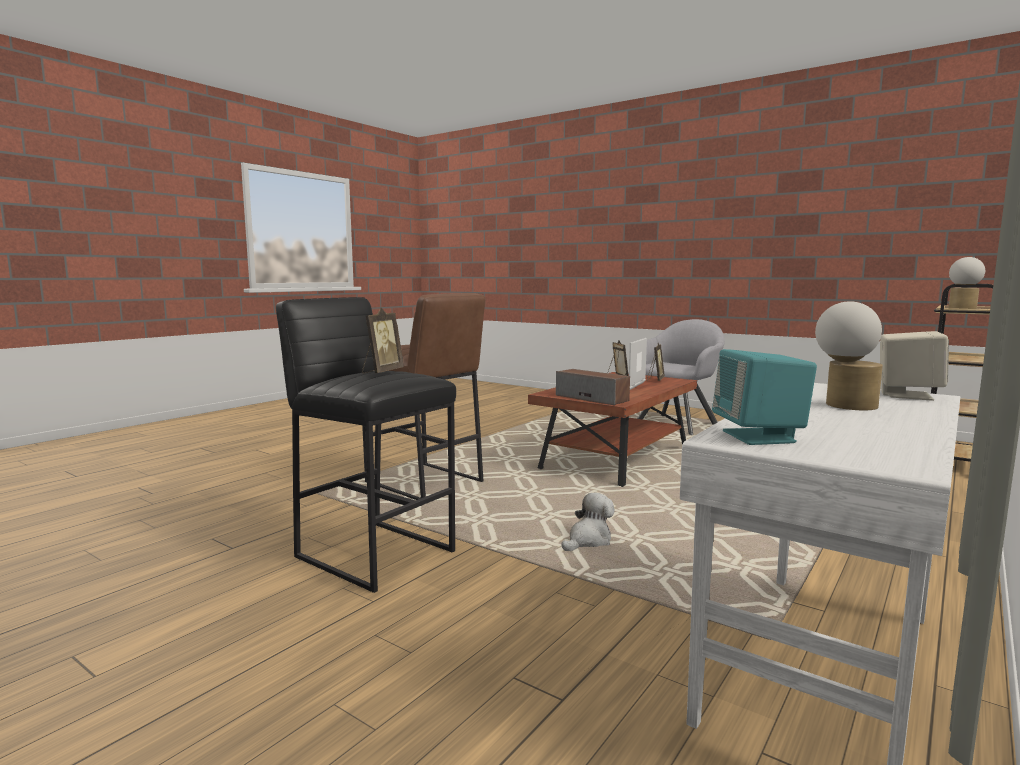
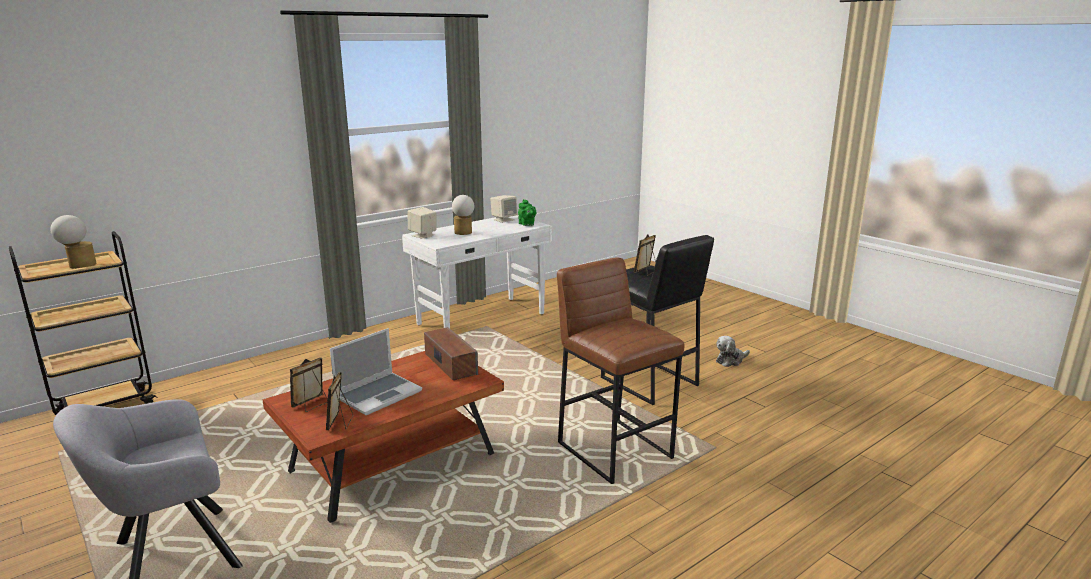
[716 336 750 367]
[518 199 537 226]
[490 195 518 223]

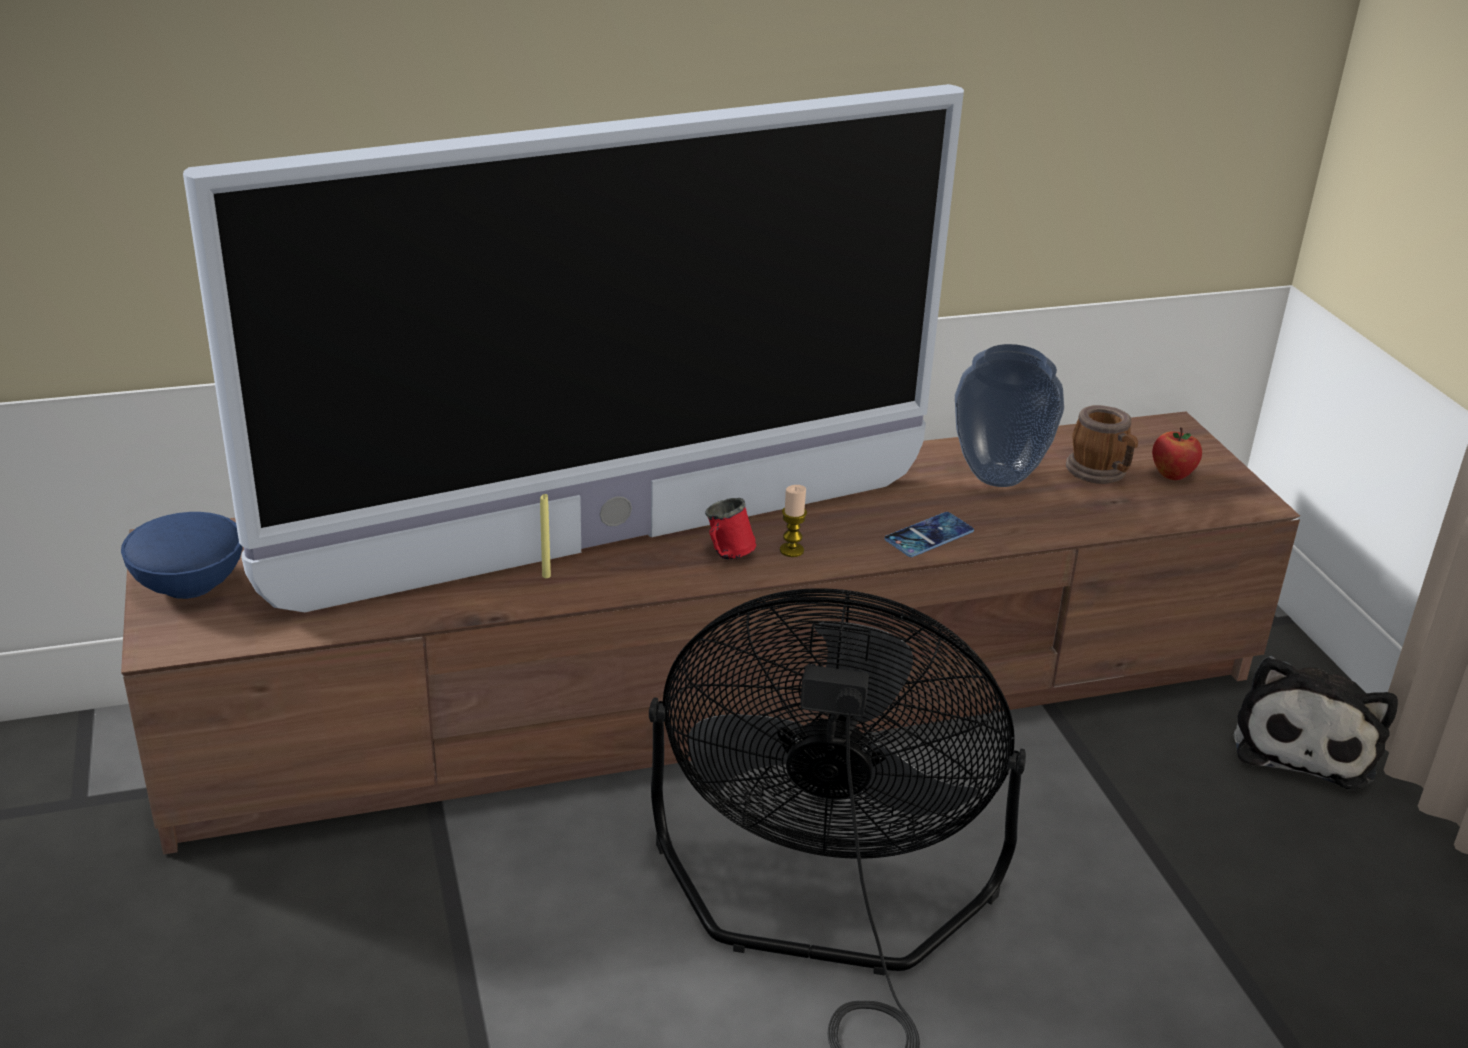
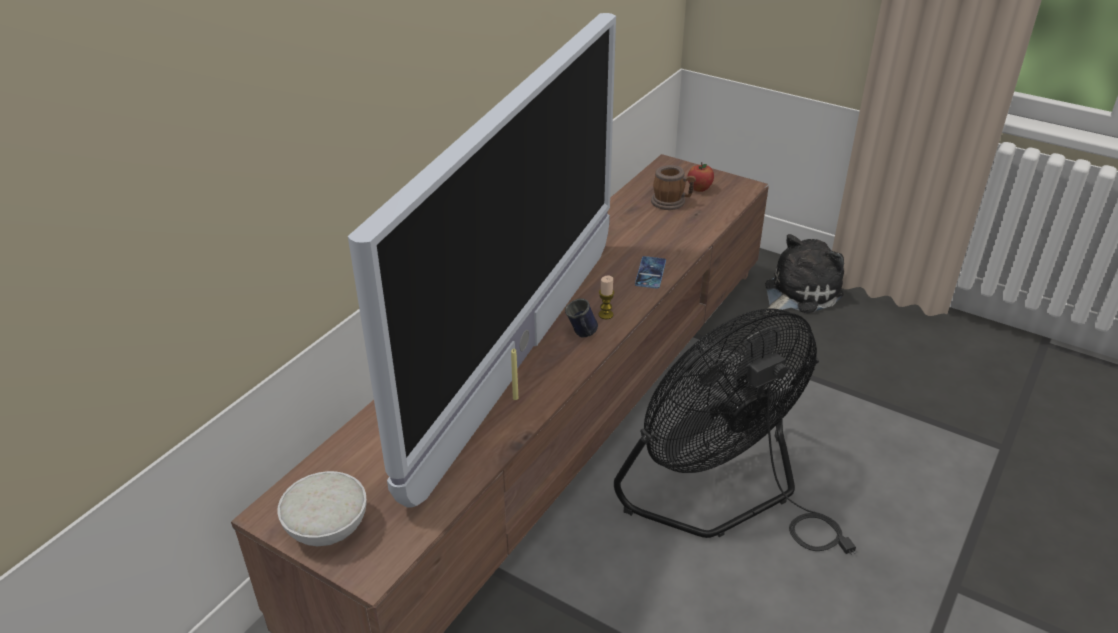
[277 471 367 546]
[565 298 598 337]
[955 344 1064 487] (first image)
[765 234 844 313]

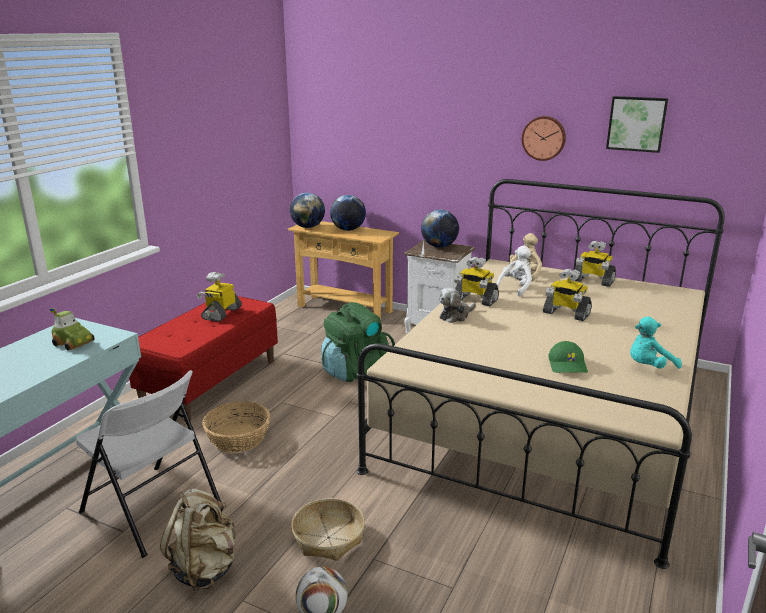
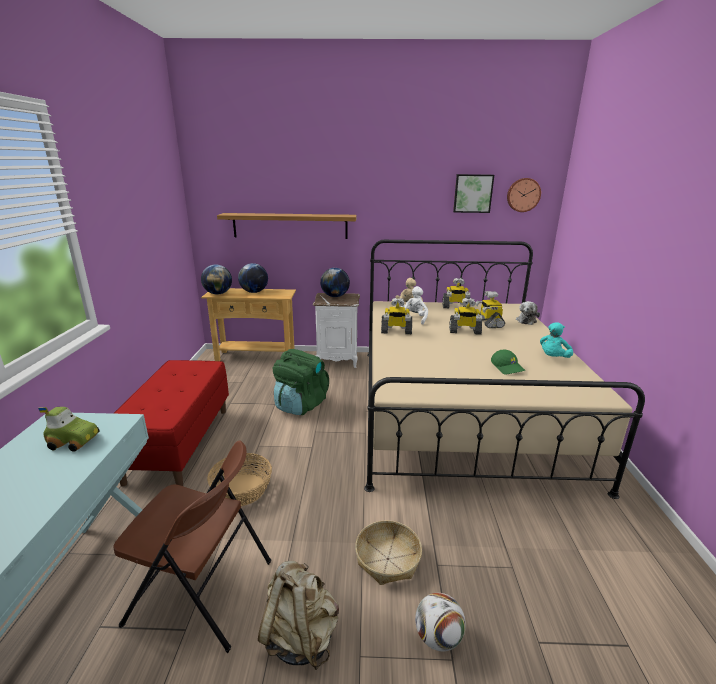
[113 441 271 653]
[476 291 505 328]
[516 301 540 325]
[507 178 541 212]
[217 213 357 239]

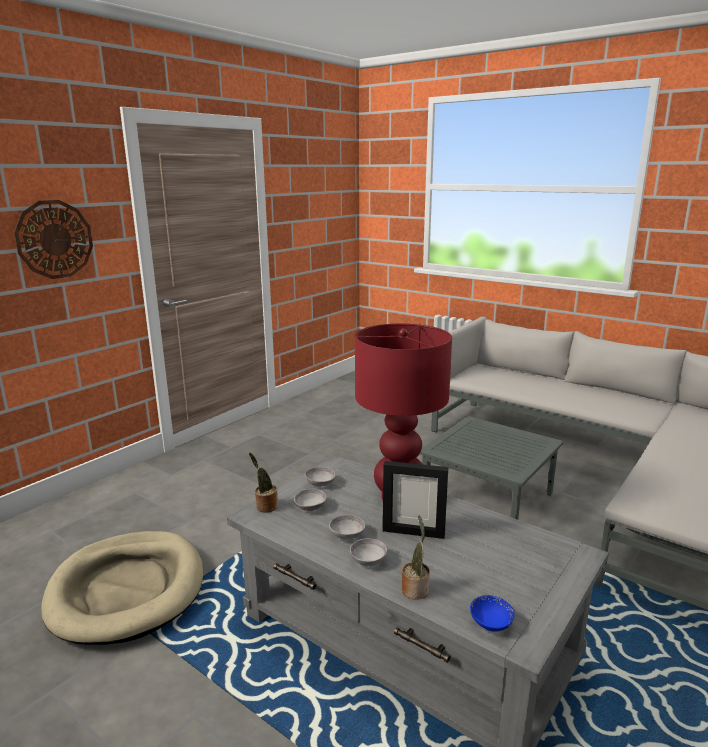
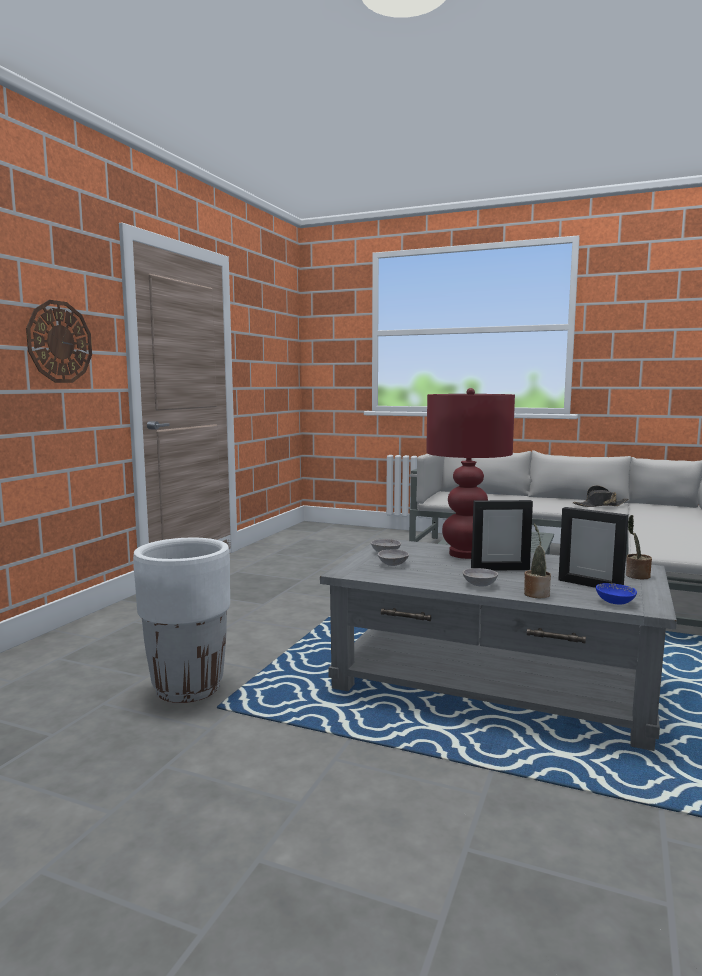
[133 538 230 703]
[626 515 652 580]
[329 515 366 540] (first image)
[558 507 629 588]
[573 485 628 507]

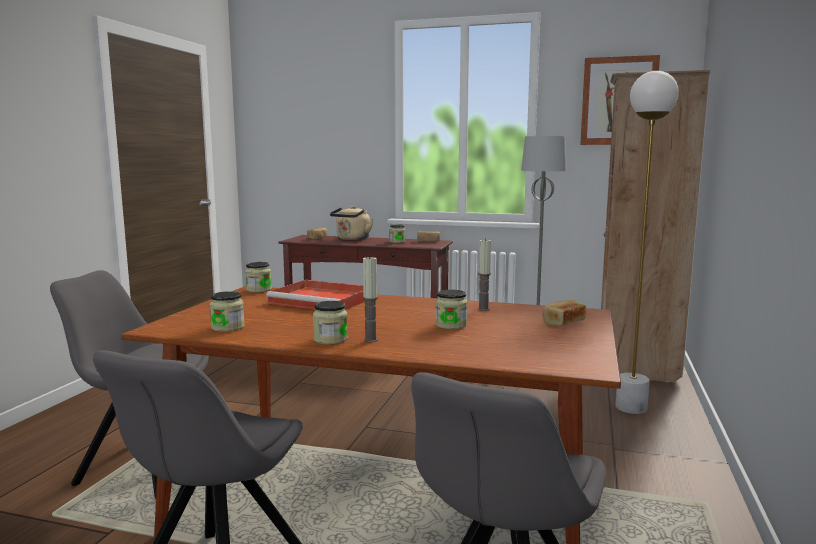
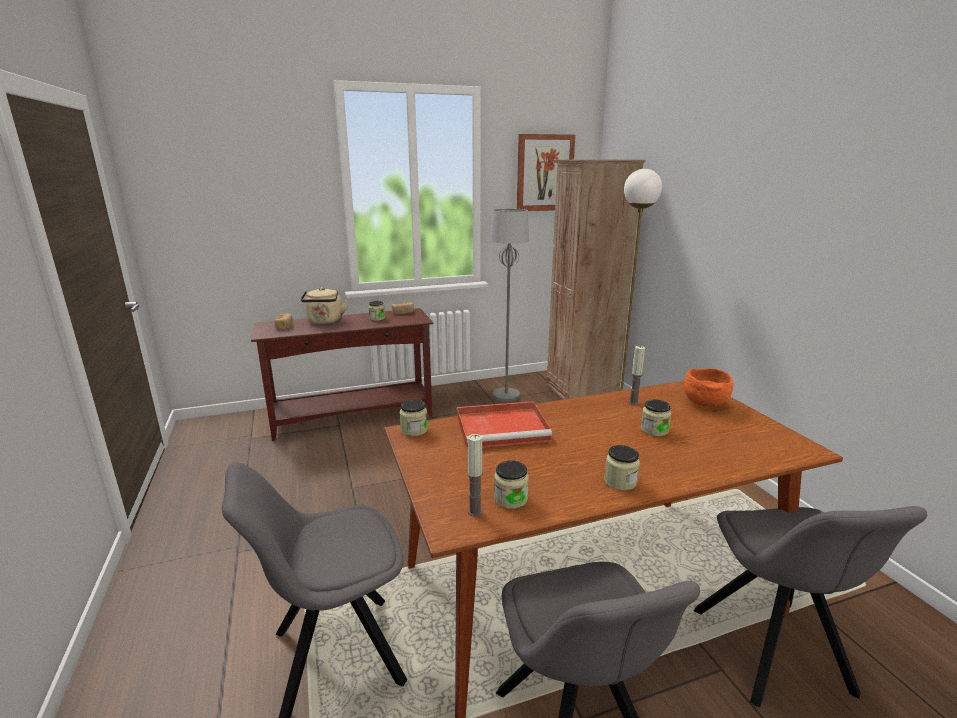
[467 434 483 517]
[683 368 734 407]

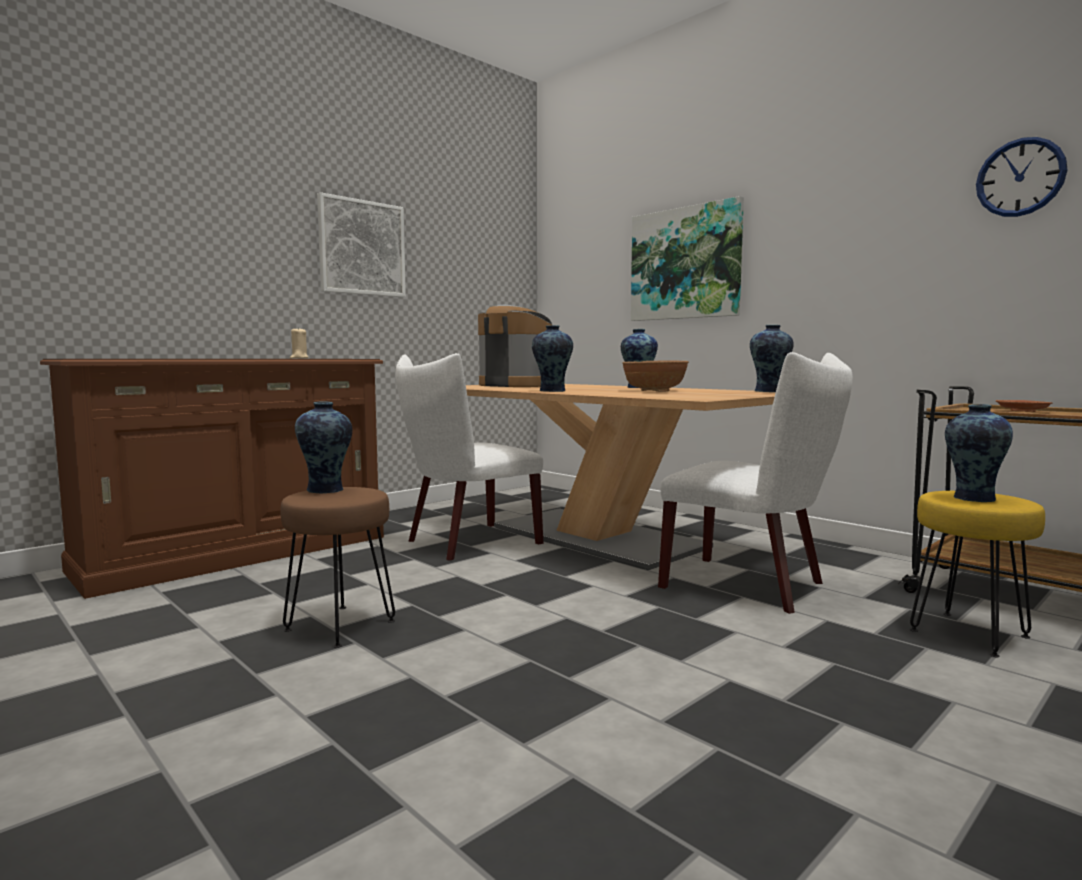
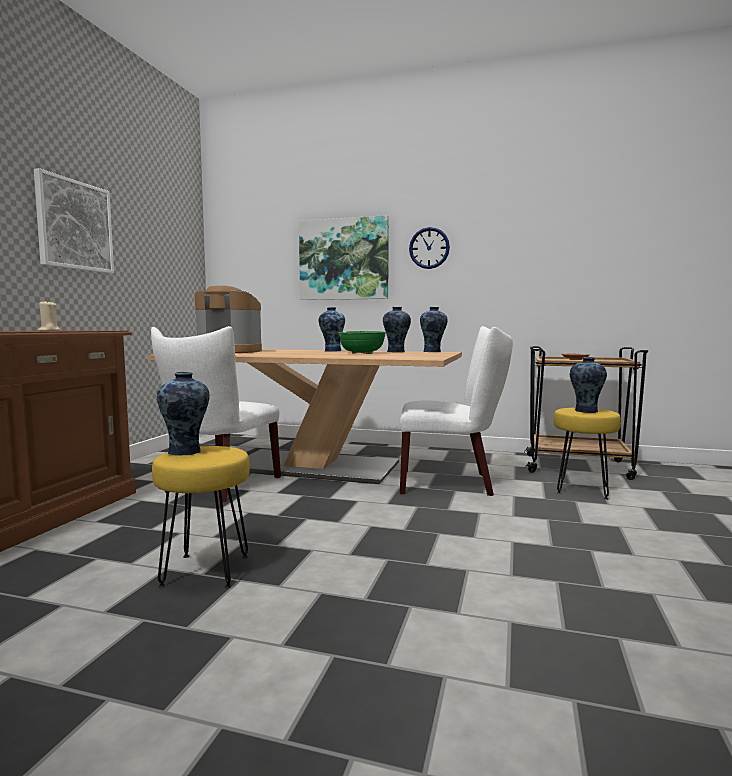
[152 446 250 588]
[383 307 411 353]
[338 331 386 354]
[409 227 450 269]

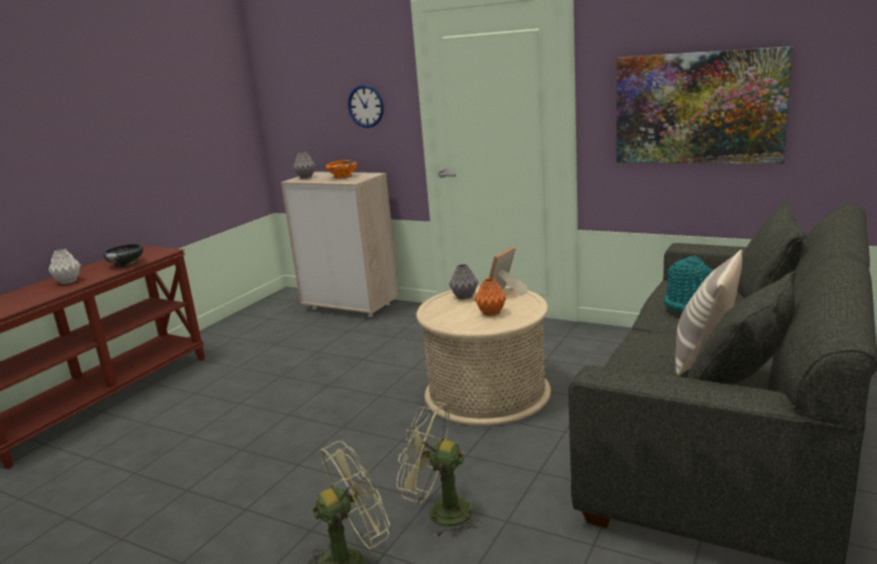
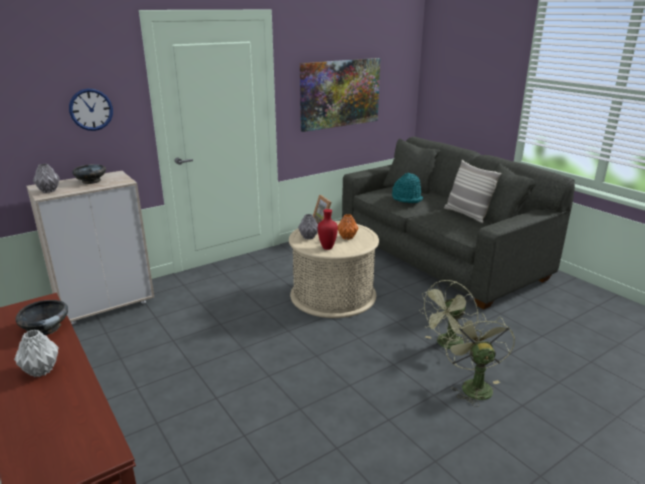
[72 164 106 184]
[318 209 338 250]

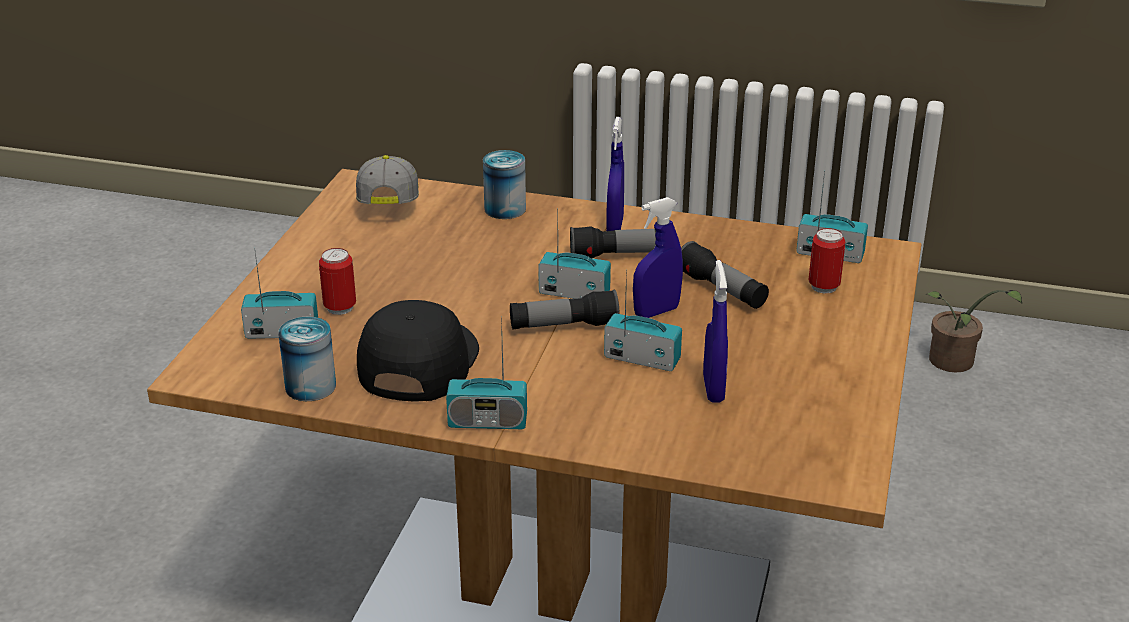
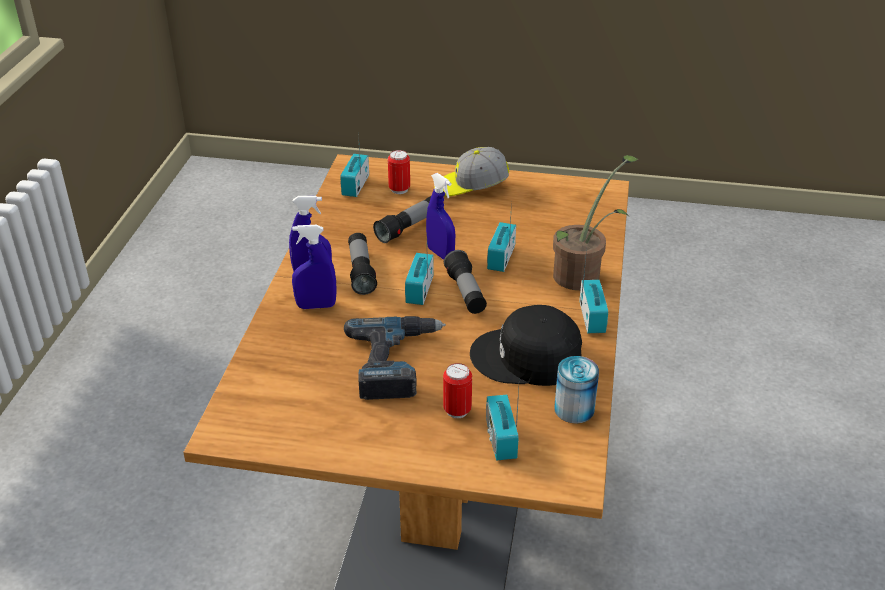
[434 147 509 196]
[483 150 526 219] (first image)
[292 225 337 309]
[553 155 638 290]
[344 316 446 400]

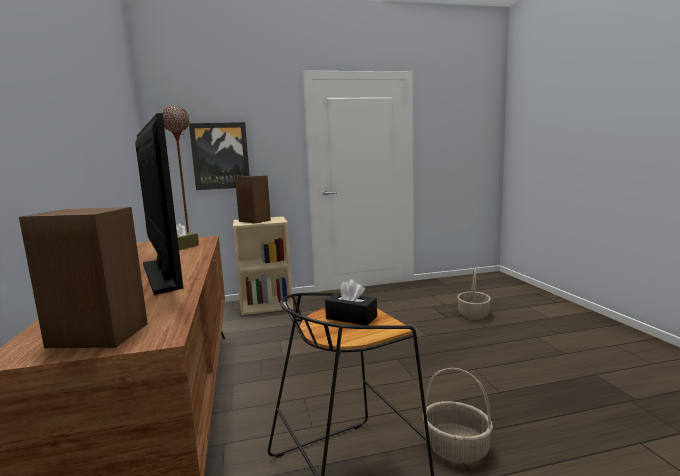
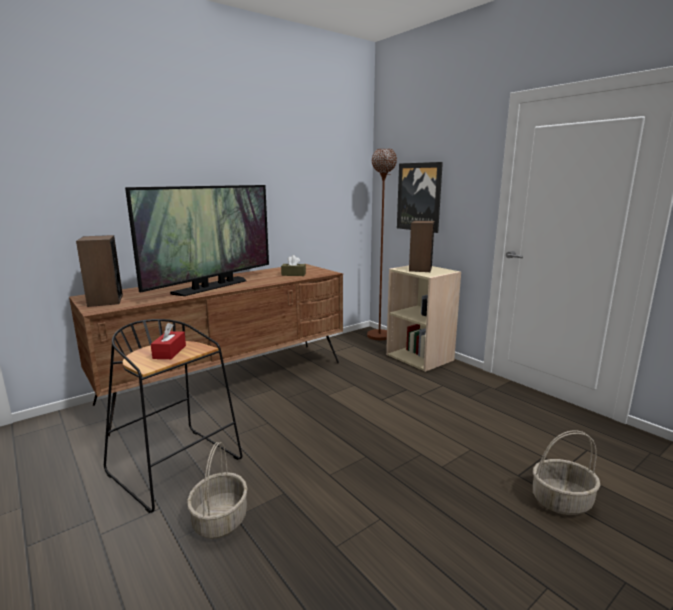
[151 323 186 359]

